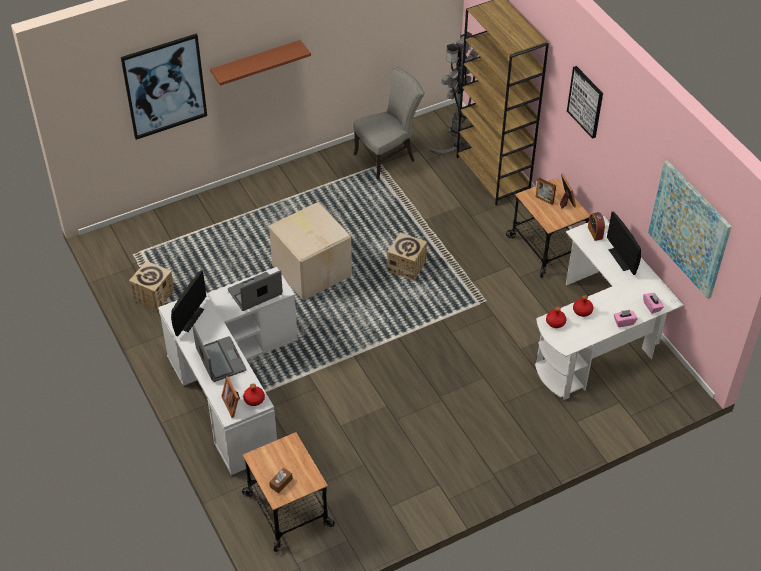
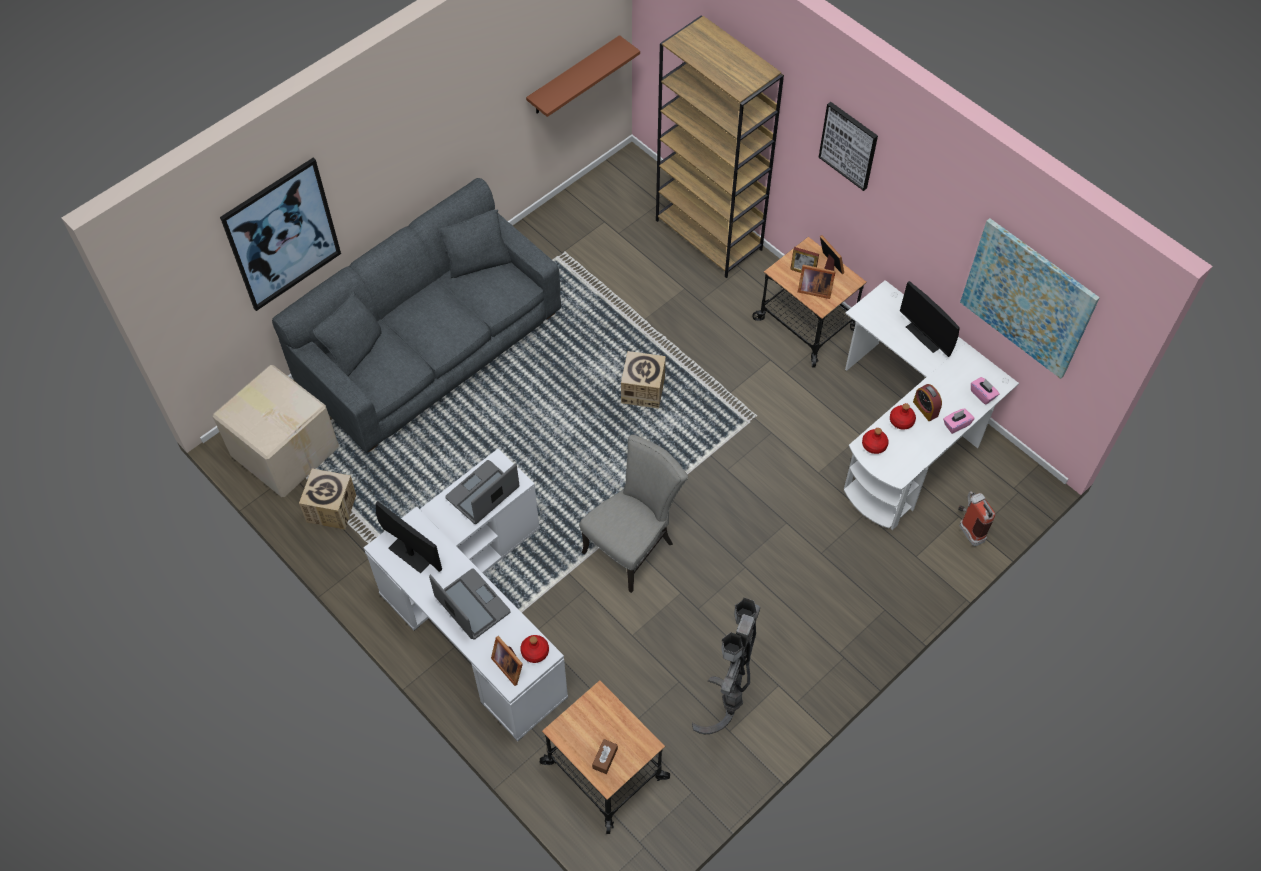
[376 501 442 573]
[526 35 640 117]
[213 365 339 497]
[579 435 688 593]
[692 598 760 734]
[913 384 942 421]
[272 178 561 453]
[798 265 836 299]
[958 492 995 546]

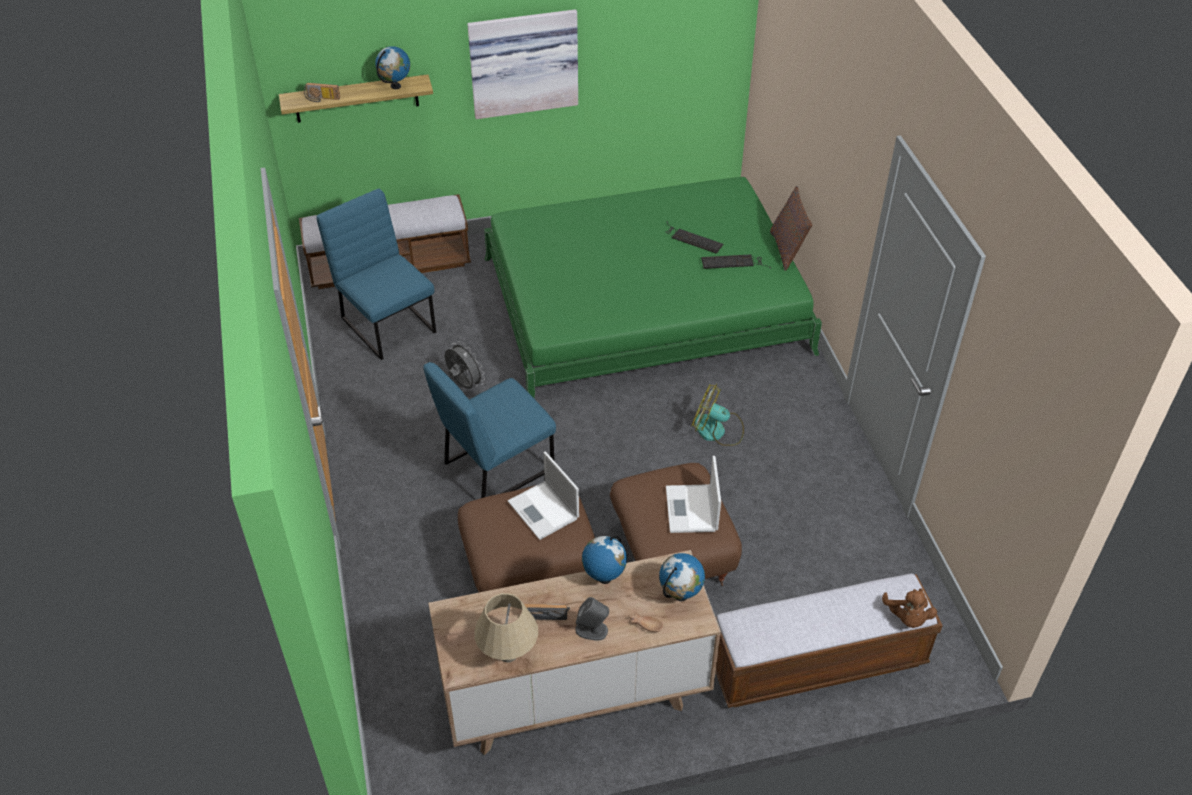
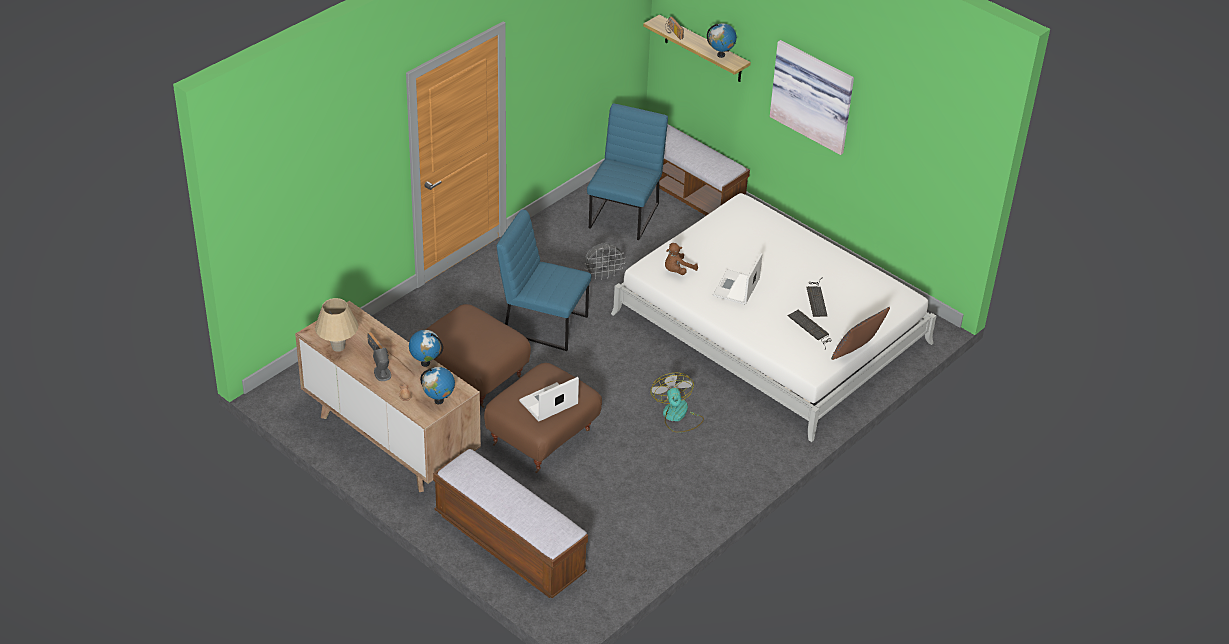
[585 243 625 280]
[611 193 936 442]
[713 253 763 305]
[665 243 698 275]

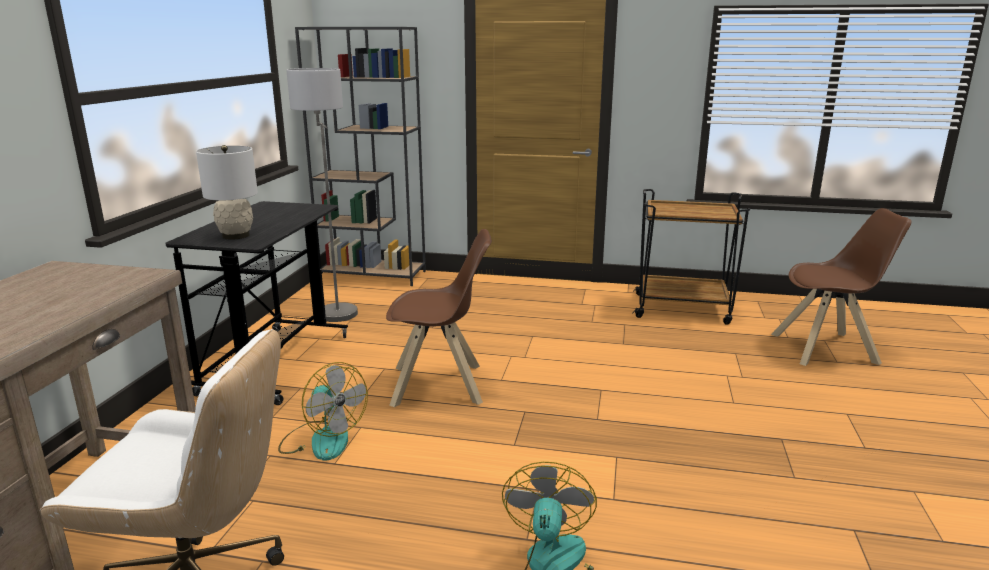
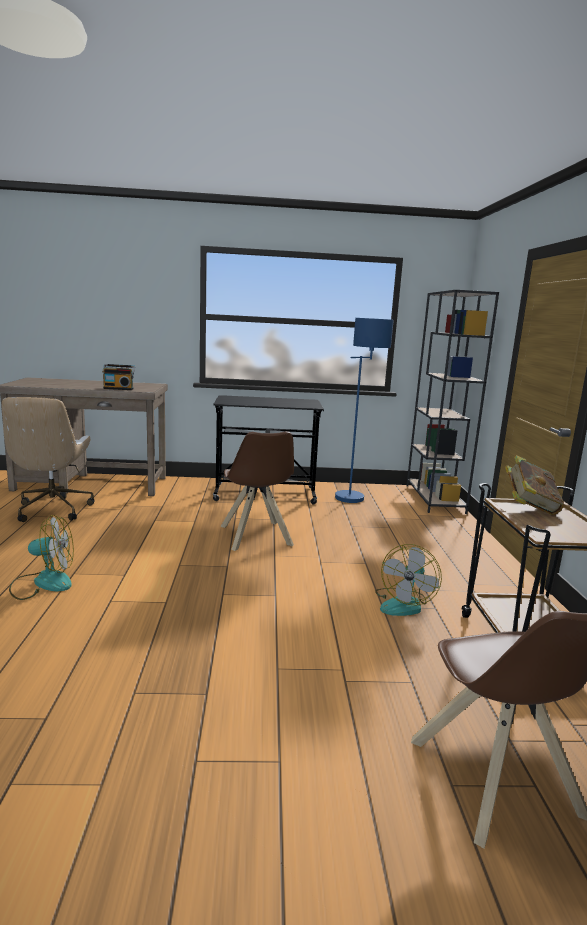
[196 145 258 240] (first image)
[375 544 442 616]
[335 318 394 503]
[102 364 135 390]
[505 455 564 515]

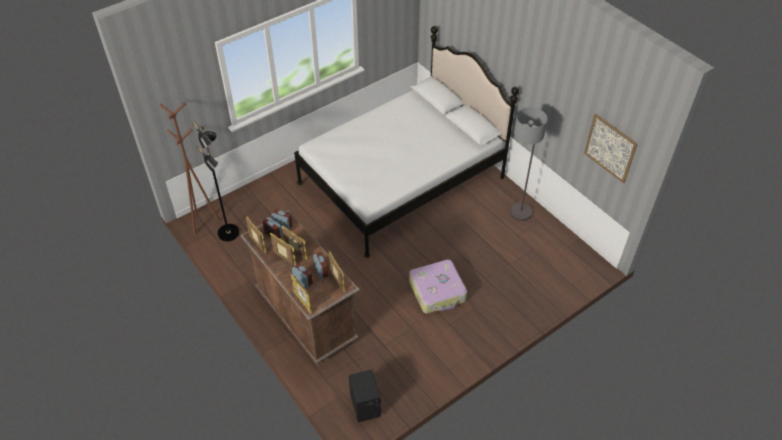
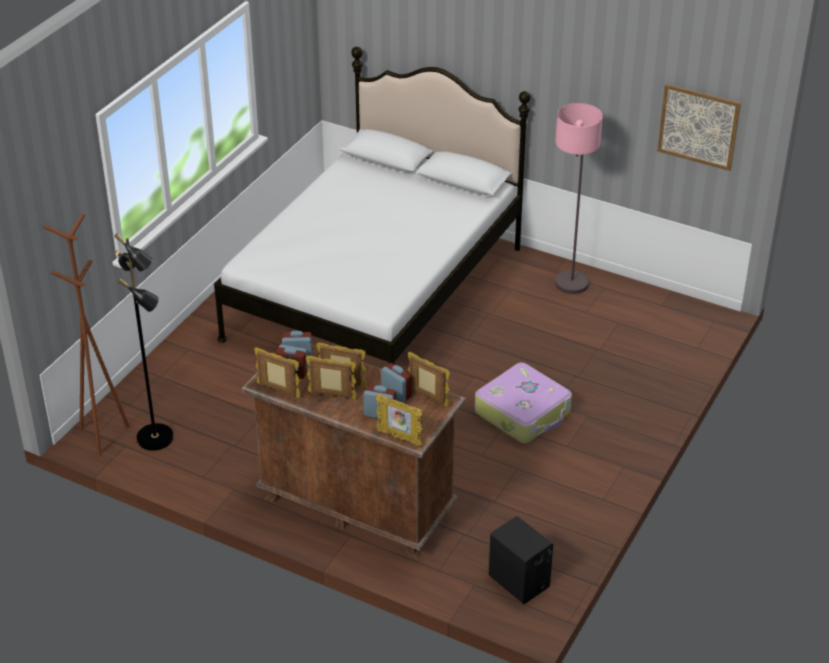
[555 103 603 294]

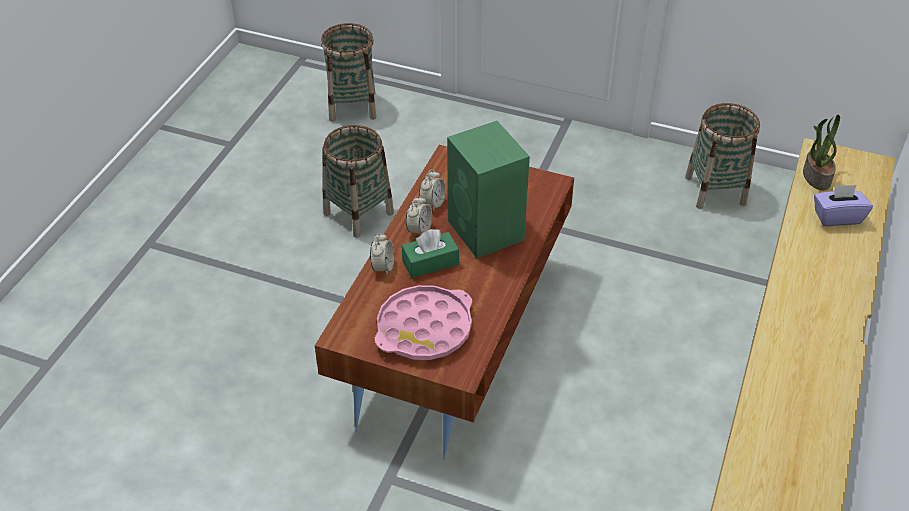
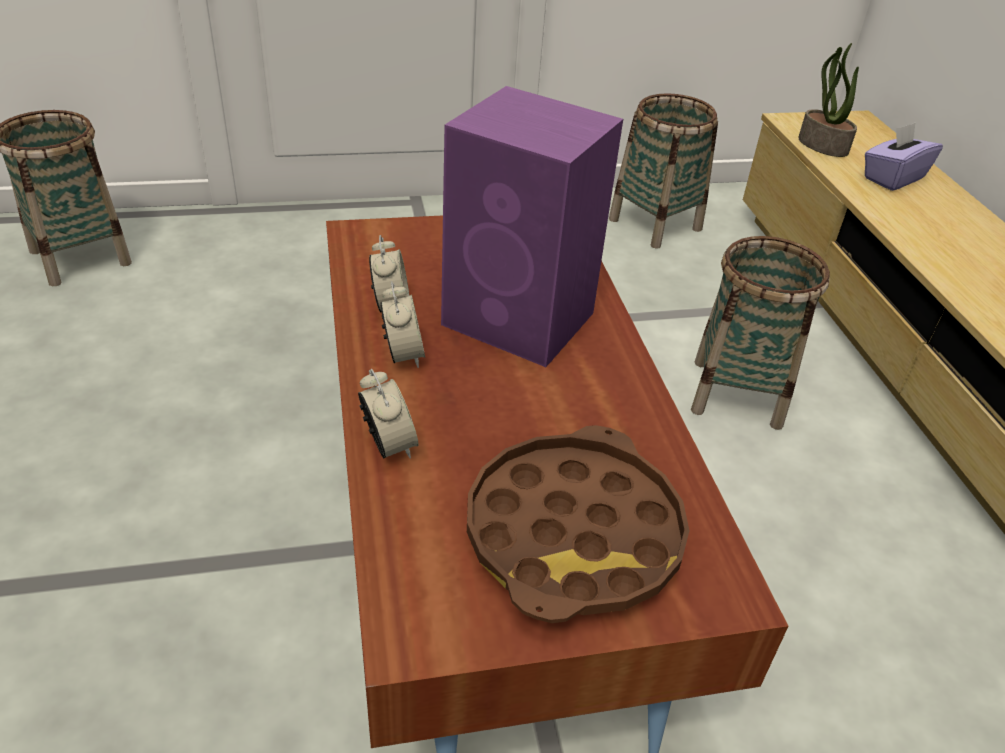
[691 236 830 430]
[467 425 689 623]
[402 229 459 278] (first image)
[441 86 623 367]

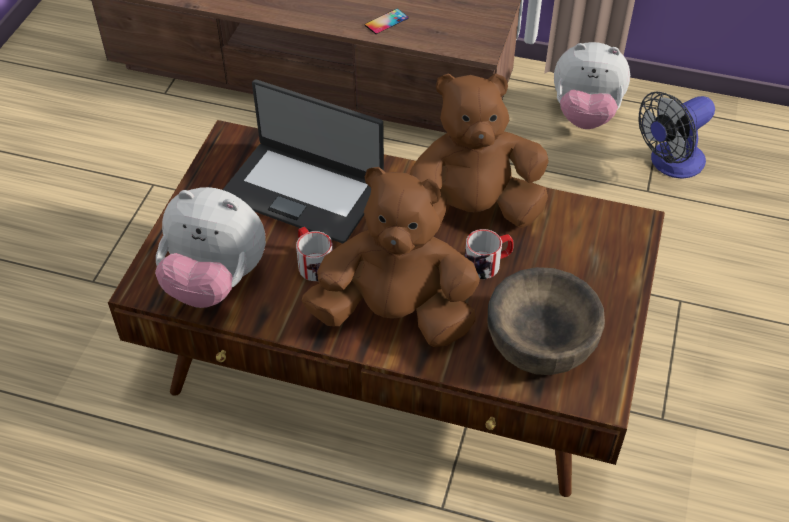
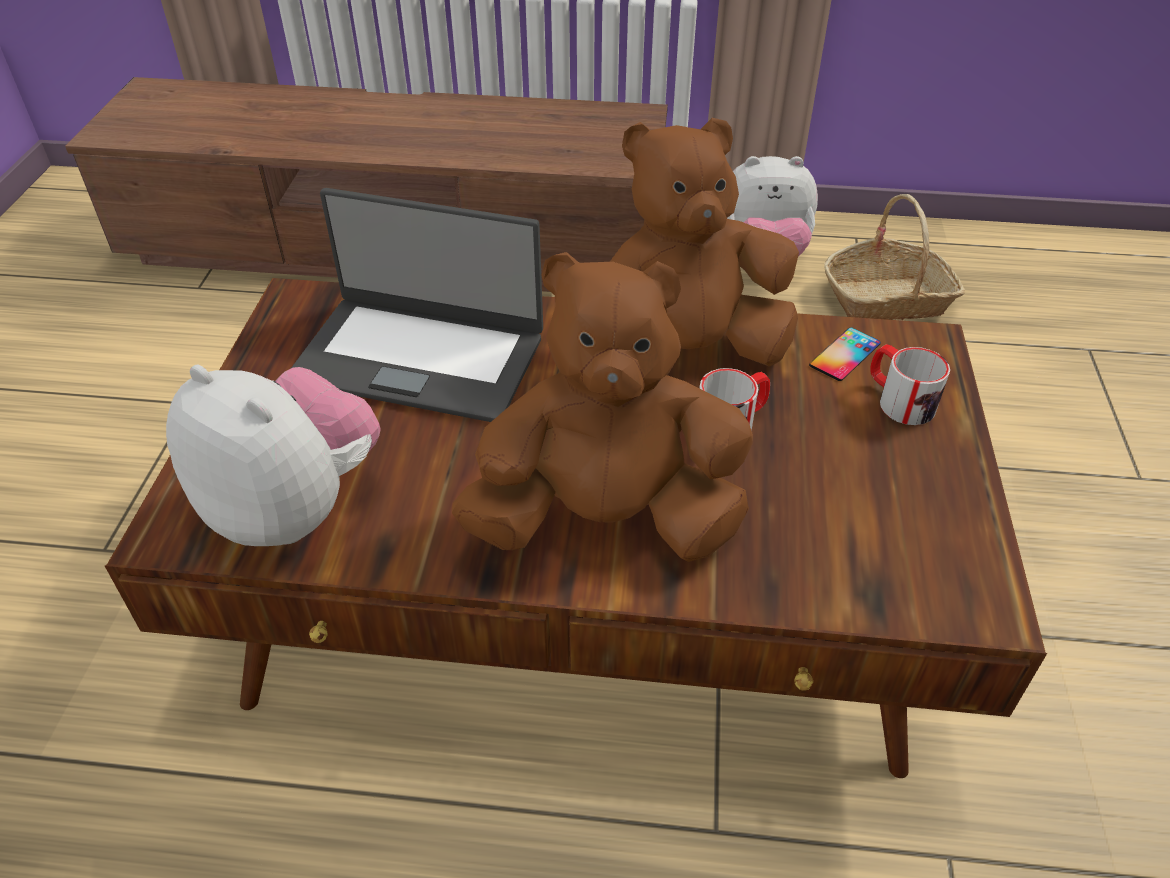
[166 365 381 546]
[870 344 950 425]
[809 327 881 381]
[488 267 605 375] (first image)
[824 194 965 320]

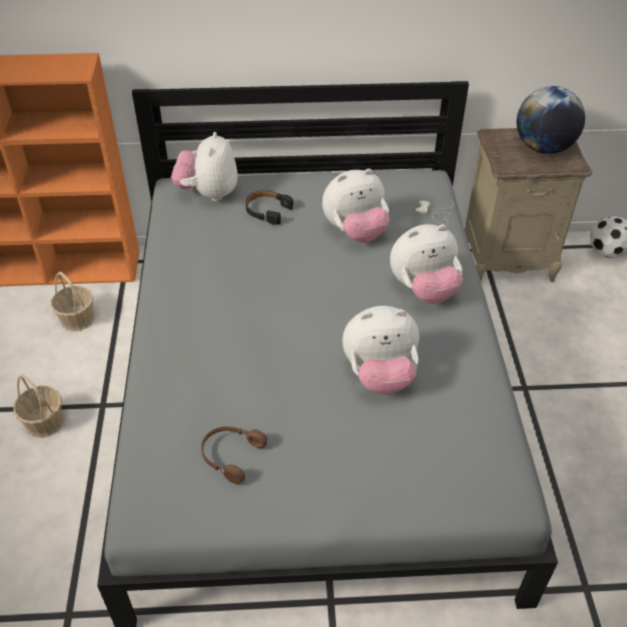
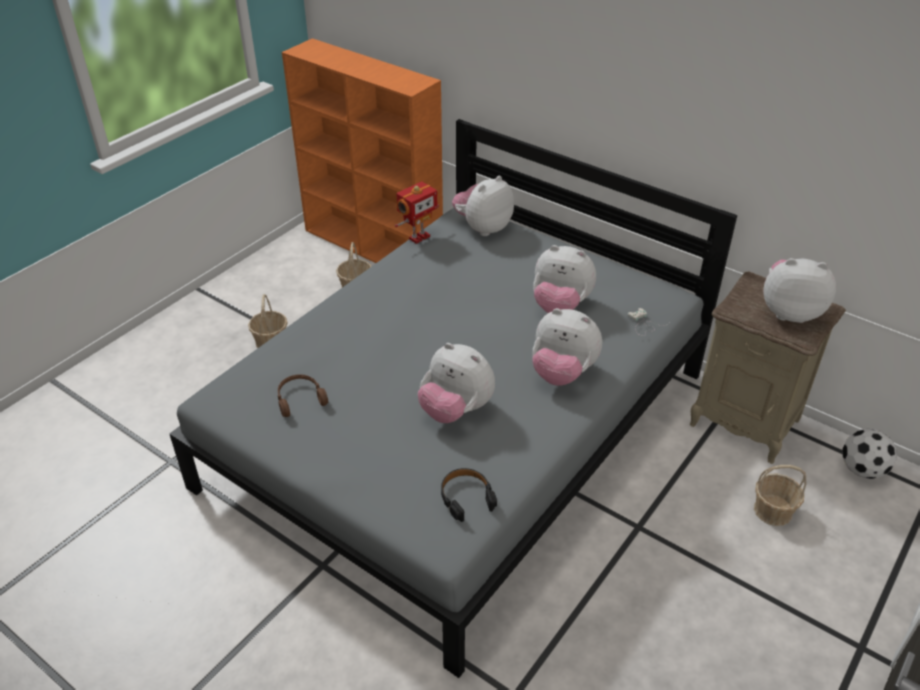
[441 468 497 522]
[763 258 836 323]
[395 182 439 244]
[754 465 806 526]

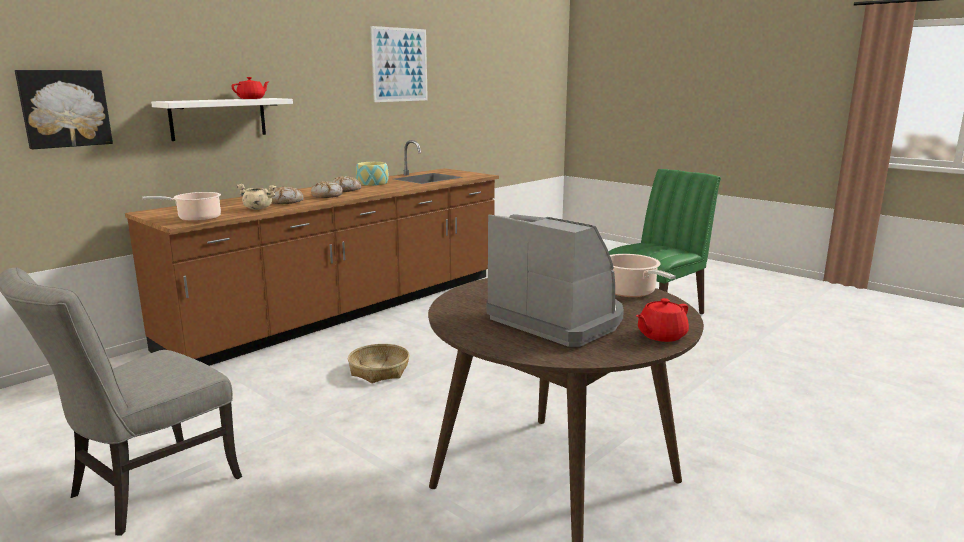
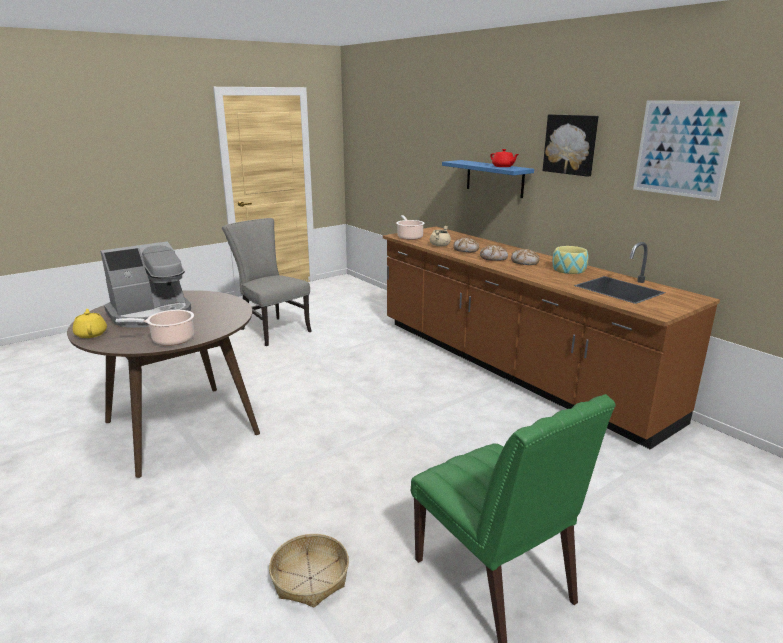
[543 114 599 177]
[442 160 534 198]
[269 534 349 607]
[72 309 107 338]

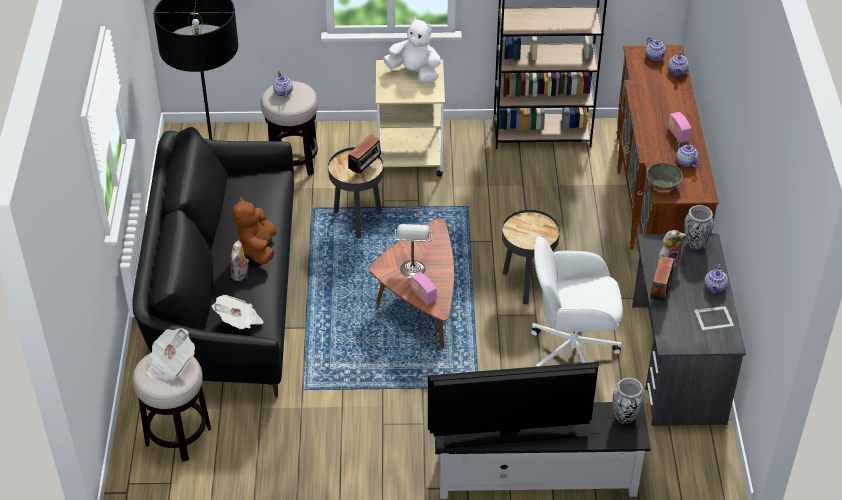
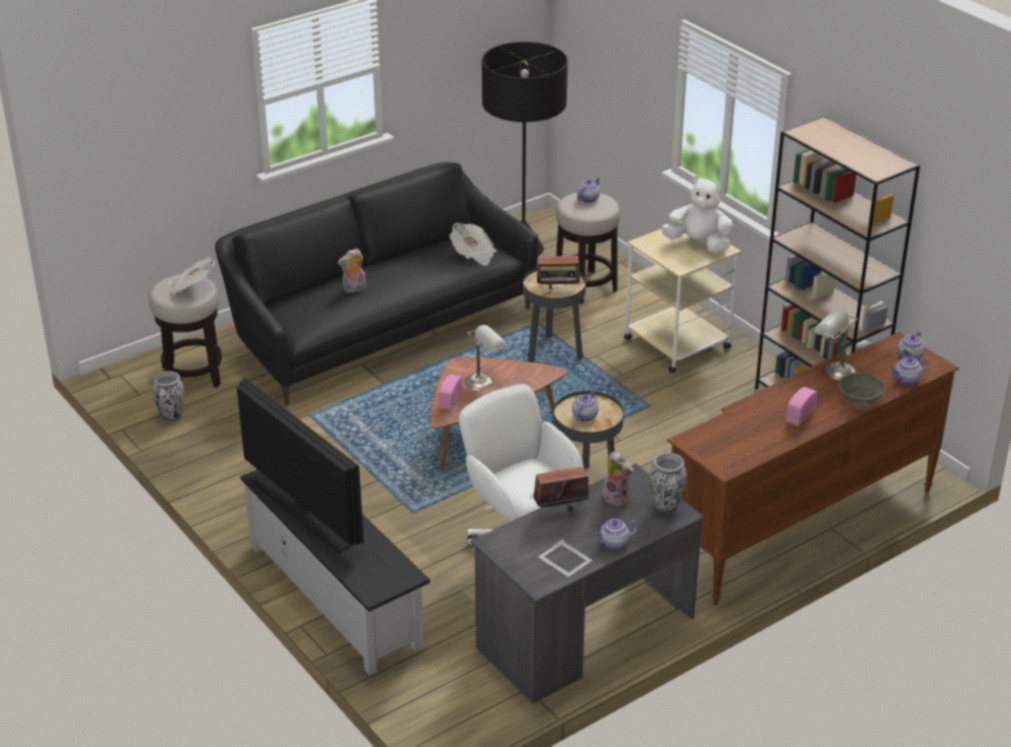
[449 223 497 266]
[232 197 277 265] (first image)
[661 176 733 253]
[153 371 184 421]
[839 373 886 406]
[572 390 598 422]
[814 309 857 380]

